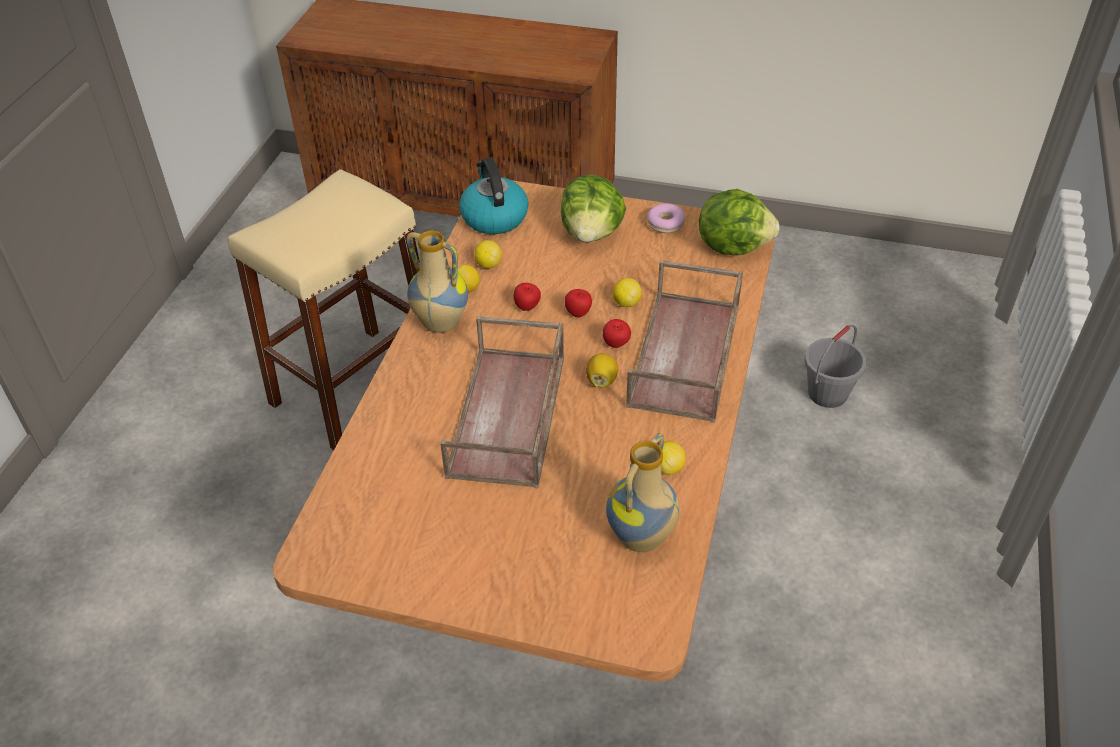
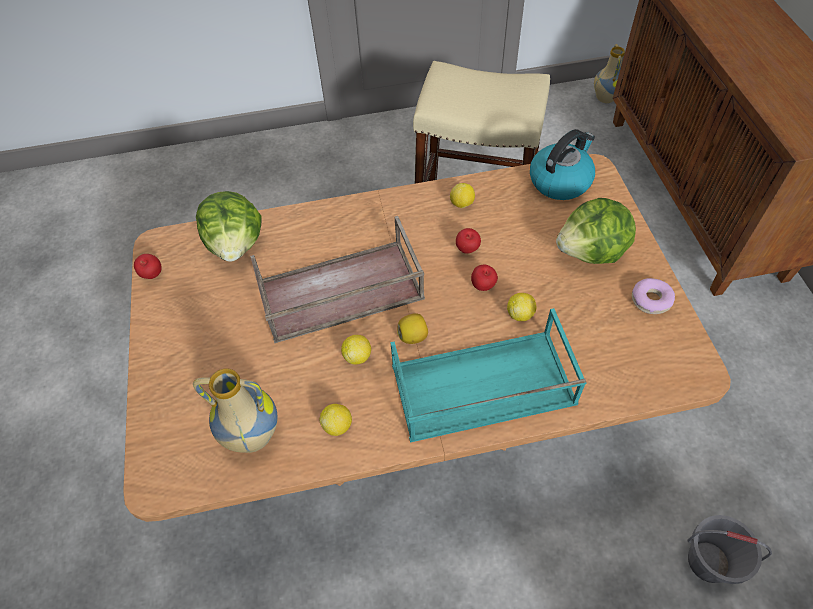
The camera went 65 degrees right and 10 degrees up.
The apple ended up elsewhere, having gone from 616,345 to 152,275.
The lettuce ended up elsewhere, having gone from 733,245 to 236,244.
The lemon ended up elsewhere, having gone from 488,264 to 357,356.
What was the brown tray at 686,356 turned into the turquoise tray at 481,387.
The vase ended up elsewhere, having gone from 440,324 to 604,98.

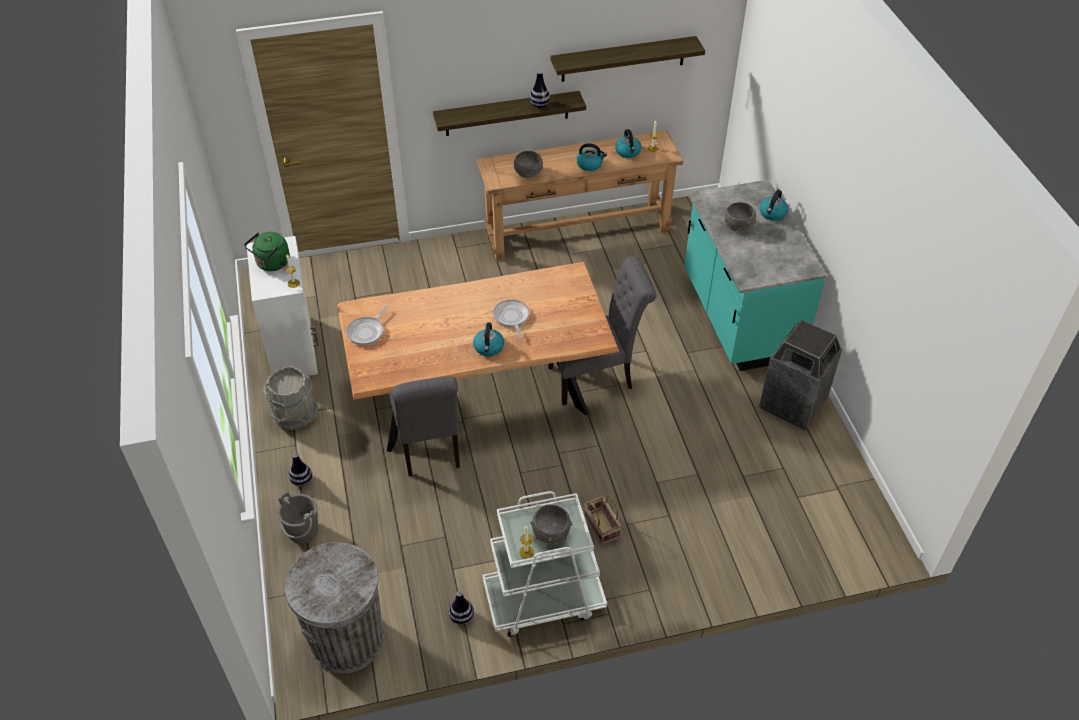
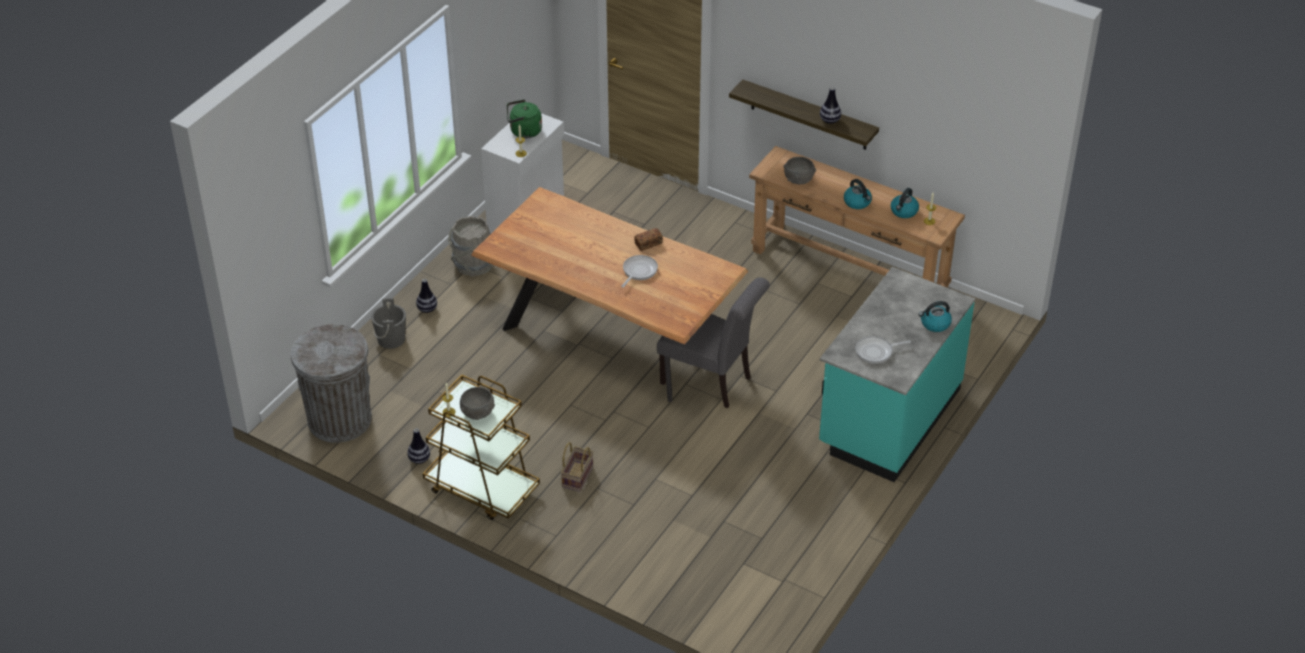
The camera went 45 degrees right and 5 degrees down.
What was the white cart at 543,599 turned into the brown cart at 481,488.
The second view gained the bread at 648,244.
The frying pan ended up elsewhere, having gone from 367,331 to 876,352.
The second view lost the grey chair at 429,446.
The second view lost the kettle at 489,348.
The second view lost the shelf at 623,59.
The second view lost the grey bowl at 738,226.
The second view lost the trash can at 793,404.

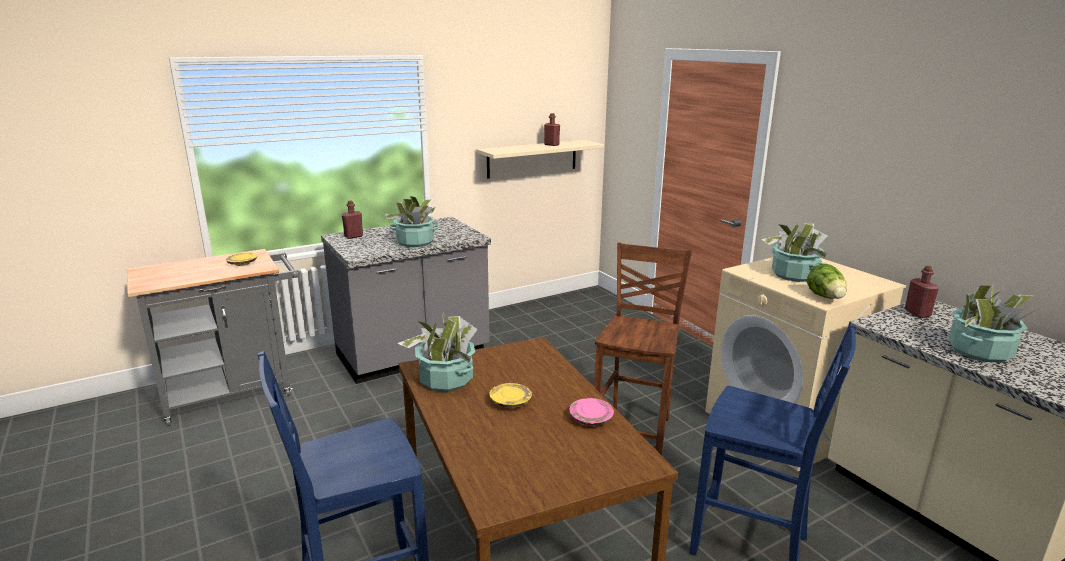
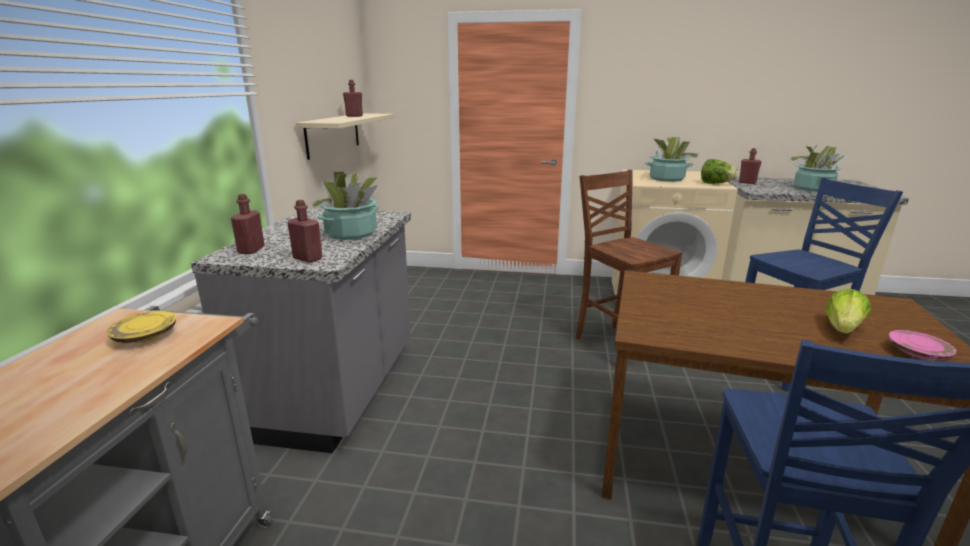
The camera went 50 degrees left and 0 degrees up.
The second view gained the red bottle at 307,258.
The second view gained the lettuce at 843,329.
The pink plate ended up elsewhere, having gone from 591,419 to 917,353.
The second view lost the potted plant at 446,379.
The second view lost the yellow plate at 510,402.

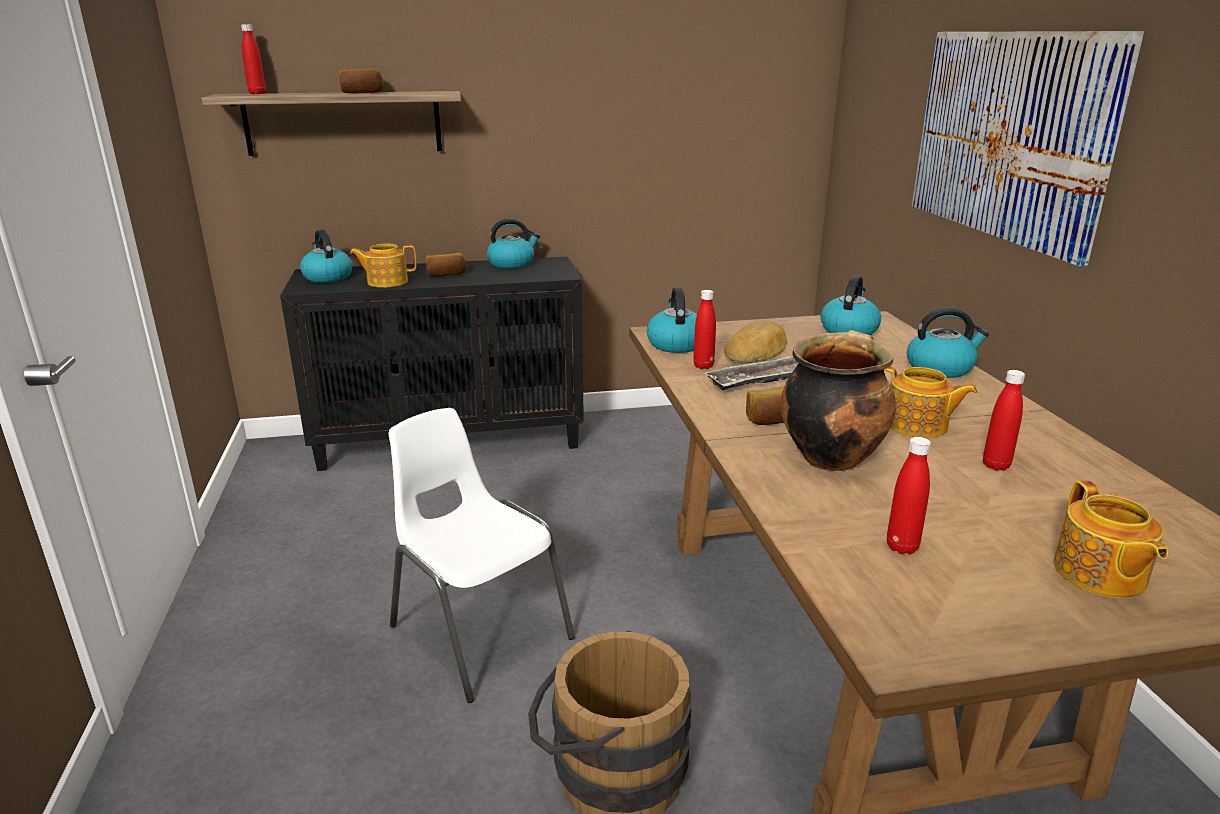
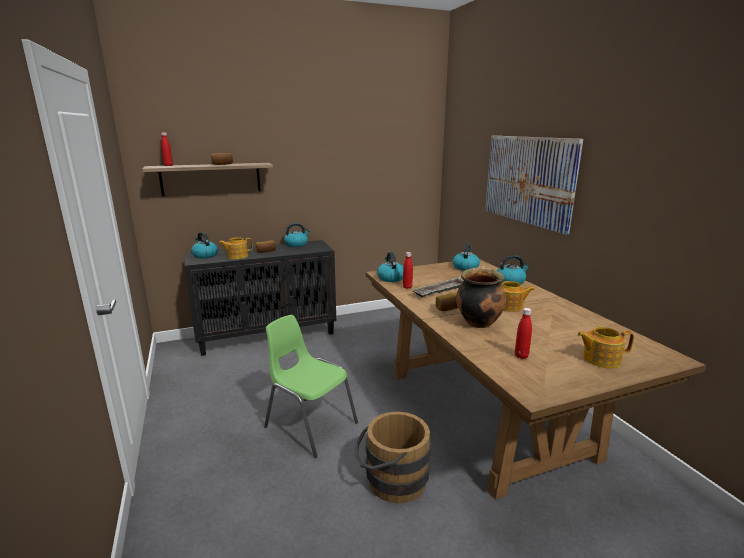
The camera went 10 degrees left and 5 degrees down.
What was the white chair at 478,631 turned into the green chair at 310,424.
The teapot at 1099,574 ended up facing another way, 105 degrees clockwise from before.
The second view lost the bread at 757,351.
The second view lost the red bottle at 996,465.

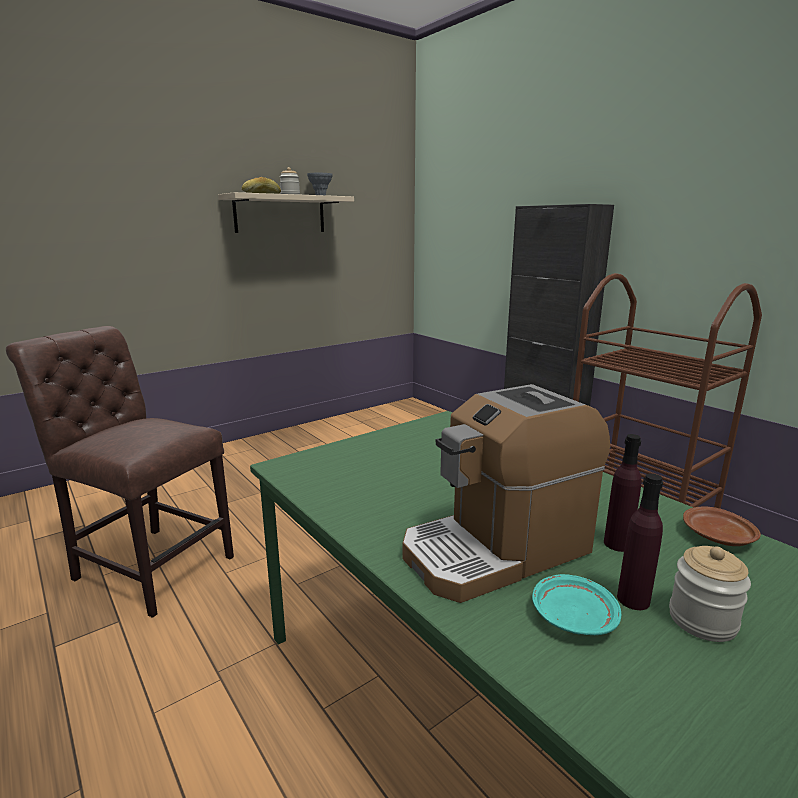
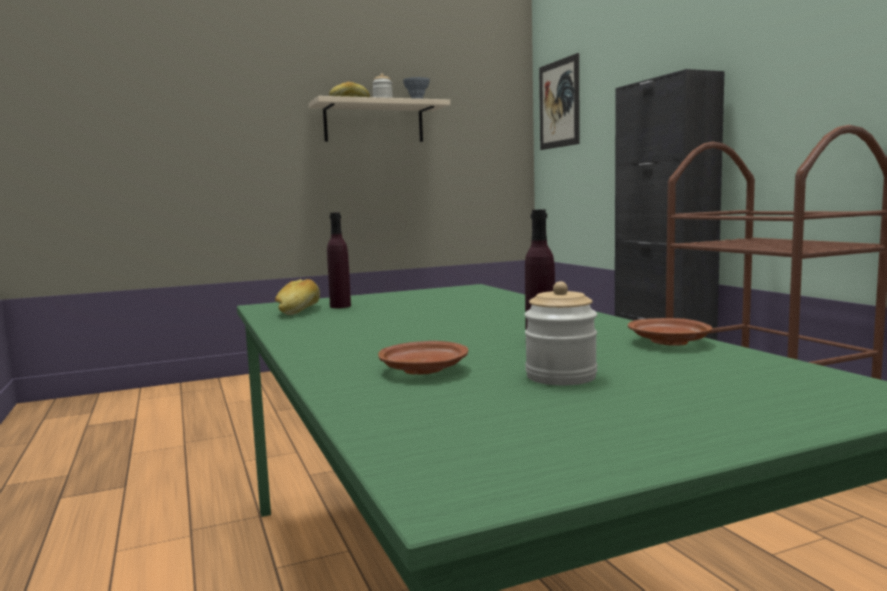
The camera went 15 degrees right and 10 degrees down.
The second view gained the bread at 299,310.
The purple bottle ended up elsewhere, having gone from 633,599 to 340,306.
What was the turquoise plate at 573,616 turned into the brown plate at 423,370.
The second view gained the picture at 559,104.
The second view lost the brown chair at 149,565.
The second view lost the coffee machine at 496,550.

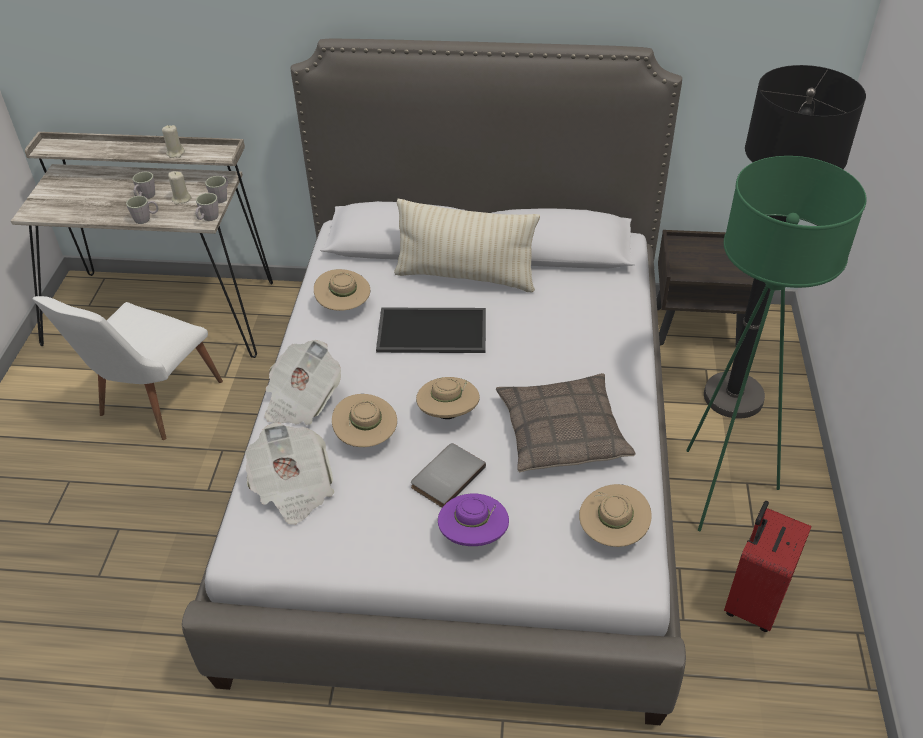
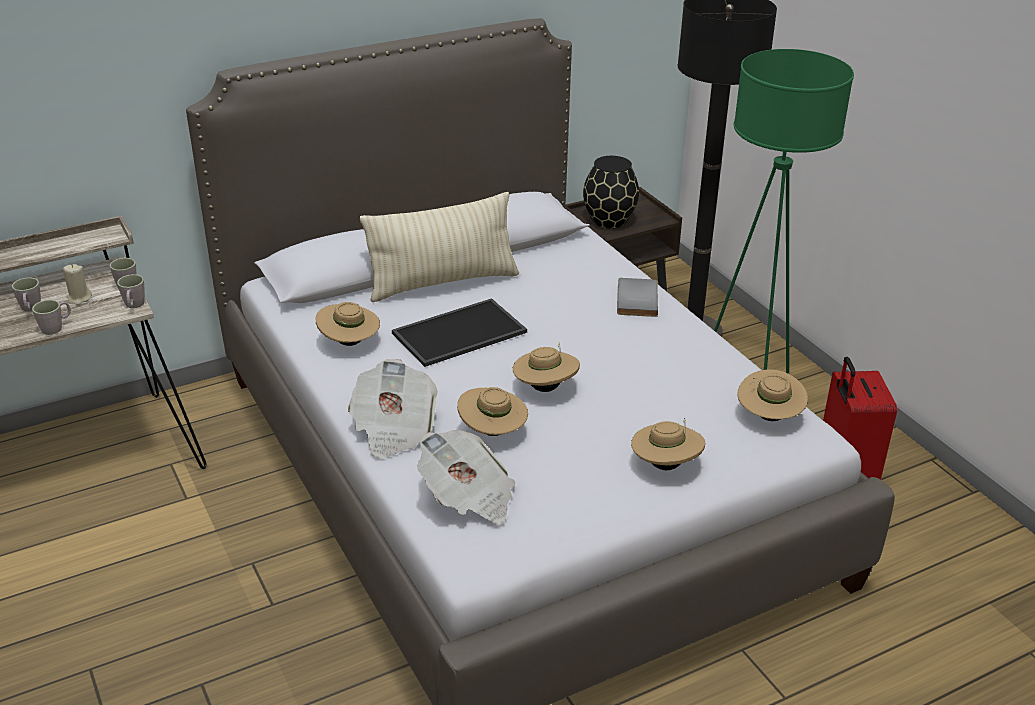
The camera went 35 degrees left and 10 degrees down.
The second view gained the black vase at 609,221.
The grey book ended up elsewhere, having gone from 446,476 to 635,299.
What was the purple hat at 473,535 turned into the beige hat at 665,465.
The second view lost the white chair at 151,405.
The second view lost the beige candle at 175,153.
The second view lost the pillow at 562,432.

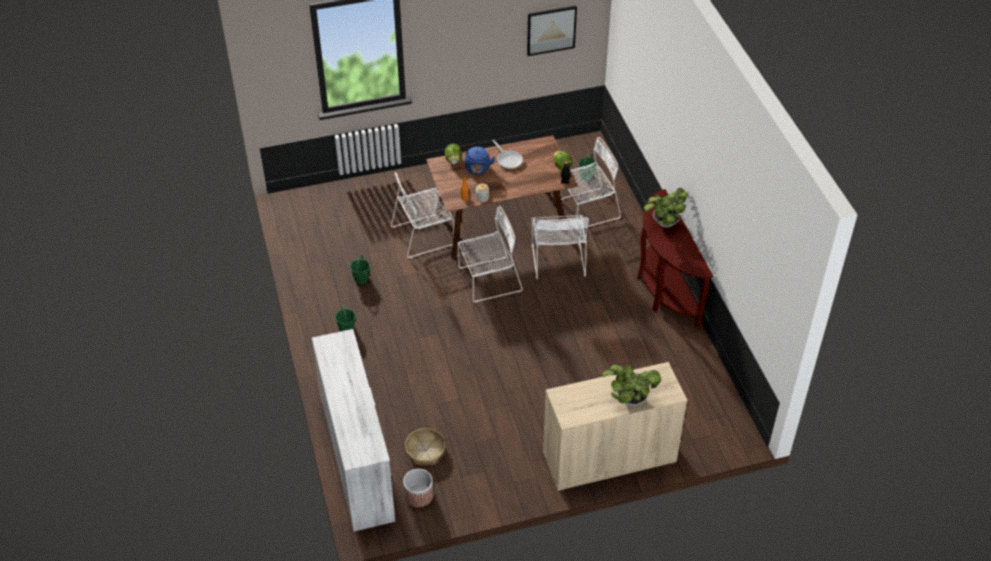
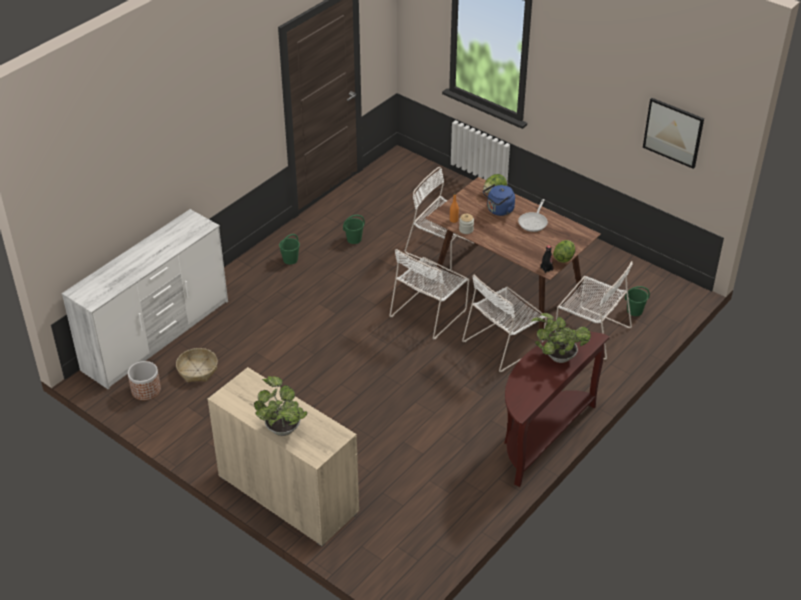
The camera went 55 degrees right and 5 degrees down.
The white chair at 488,280 ended up facing another way, 90 degrees clockwise from before.

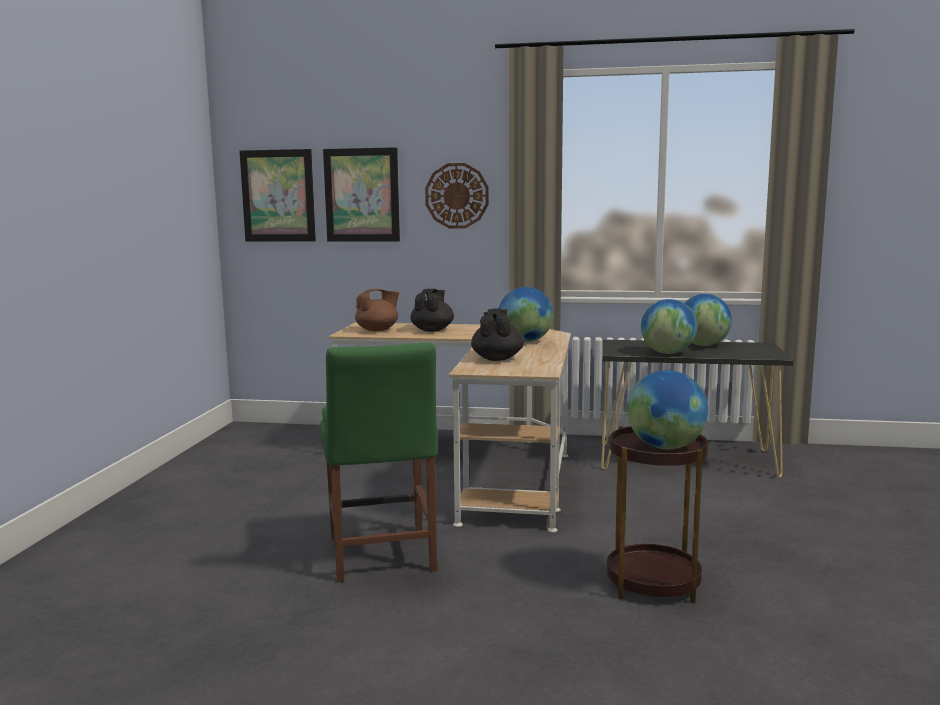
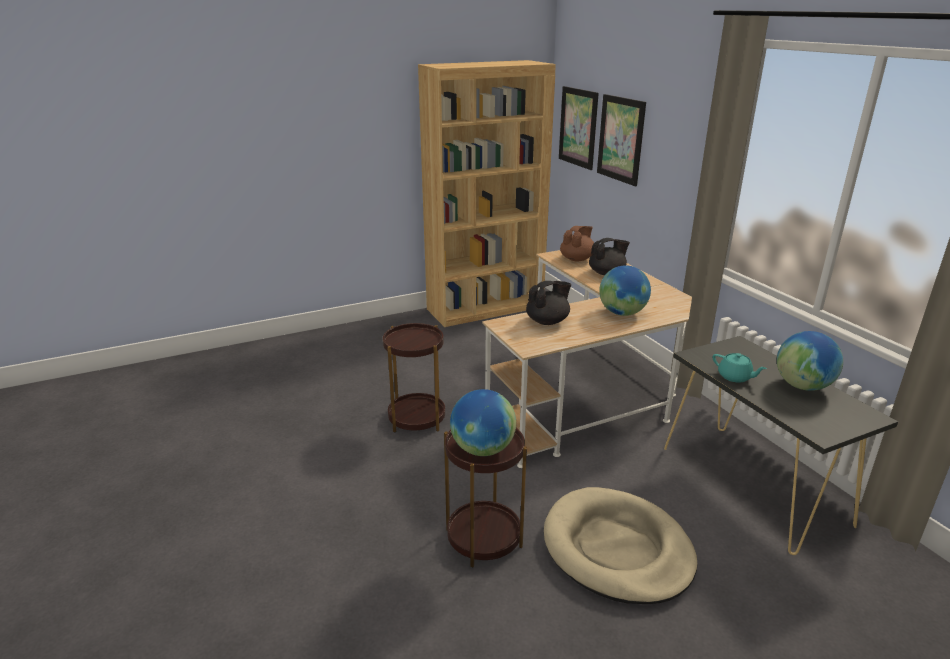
The camera went 55 degrees right and 15 degrees up.
Where the green chair stood at 381,556, the brown side table came to stand at 417,419.
The second view gained the brown bookcase at 485,308.
The second view gained the beige dog bed at 617,549.
The brown teapot at 378,330 ended up facing another way, 75 degrees counterclockwise from before.
Where the globe stood at 667,353, the turquoise teapot came to stand at 735,377.
The second view lost the wall clock at 457,196.

